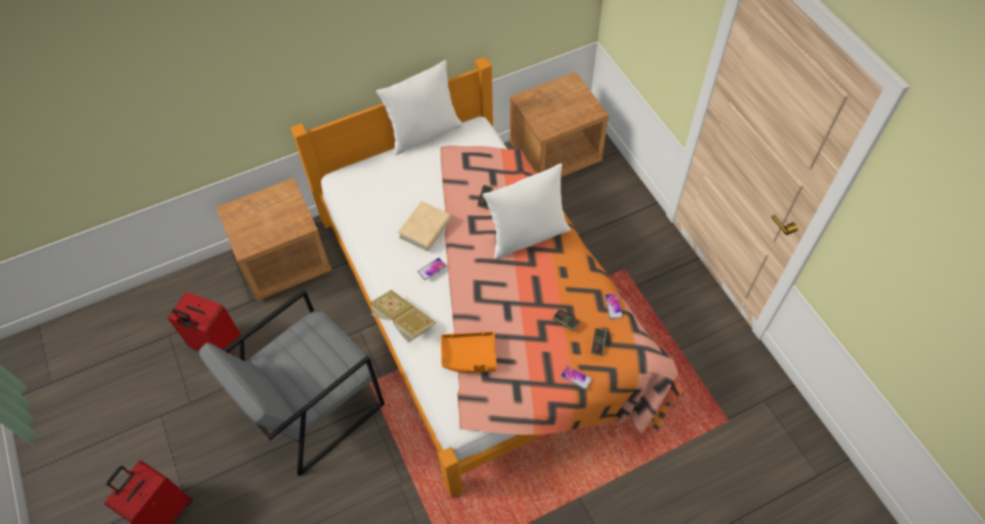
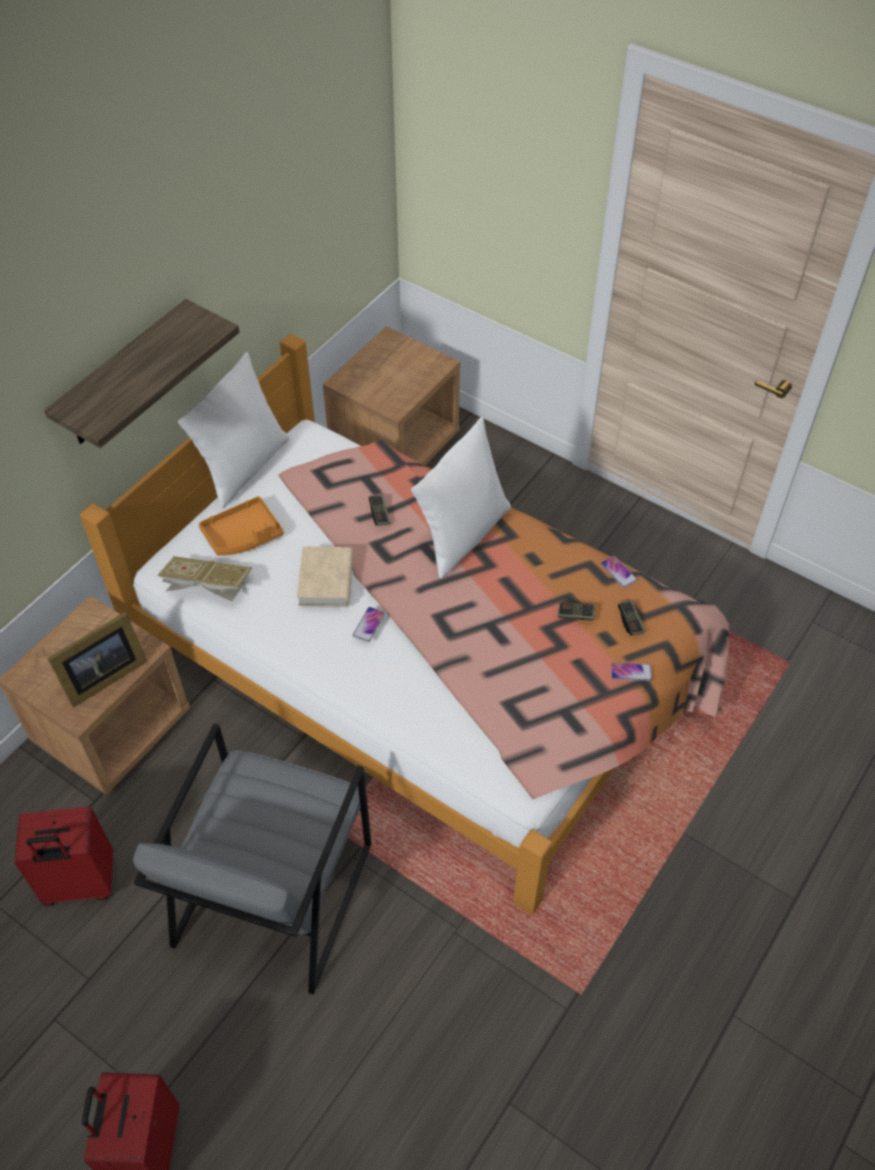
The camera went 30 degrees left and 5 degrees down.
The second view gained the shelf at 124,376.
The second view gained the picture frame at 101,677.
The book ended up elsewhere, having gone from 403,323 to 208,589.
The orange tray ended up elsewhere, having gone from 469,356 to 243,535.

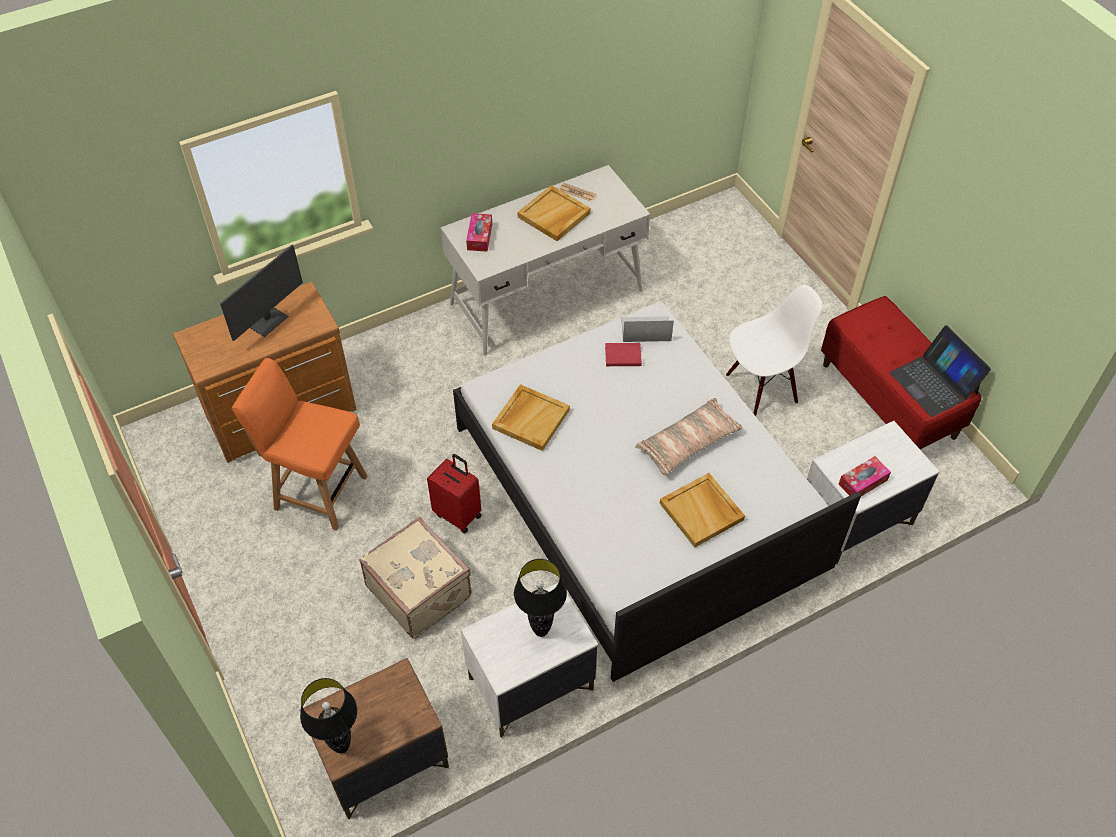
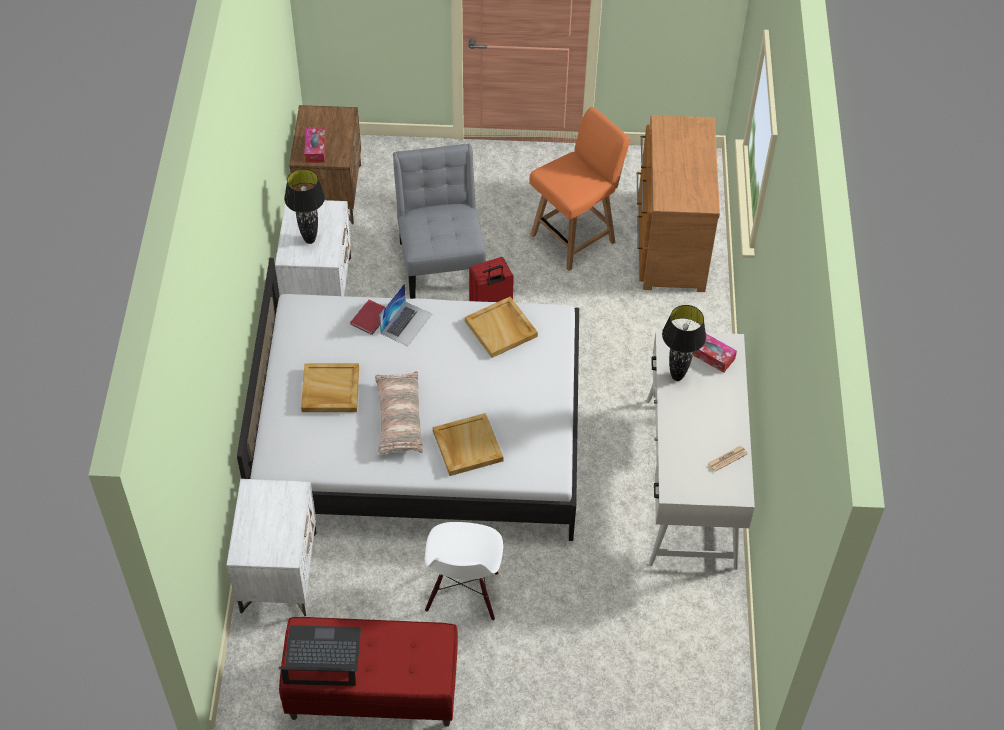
The camera went 120 degrees right and 0 degrees up.
The tissue box ended up elsewhere, having gone from 863,482 to 315,149.
The red book ended up elsewhere, having gone from 622,355 to 371,317.
The laptop ended up elsewhere, having gone from 645,329 to 406,323.
Where the beige suitcase stood at 420,590, the grey chair came to stand at 441,261.
The beige tray ended up elsewhere, having gone from 554,216 to 467,446.
The black table lamp ended up elsewhere, having gone from 342,747 to 676,377.
The second view lost the monitor at 267,321.

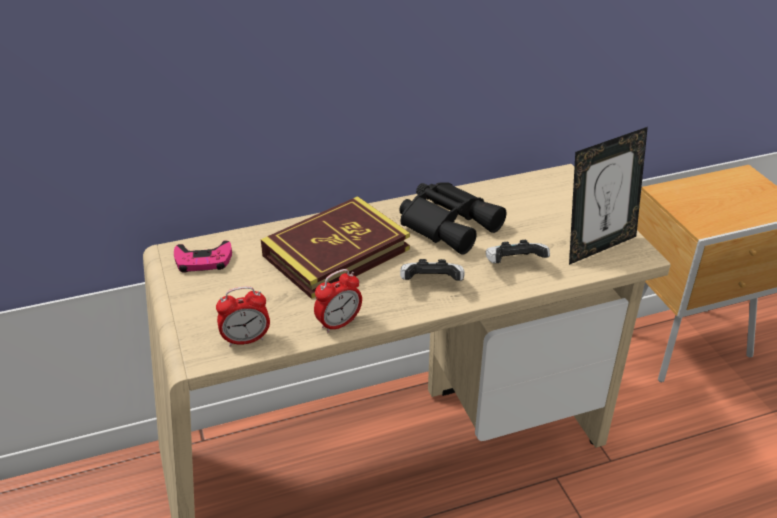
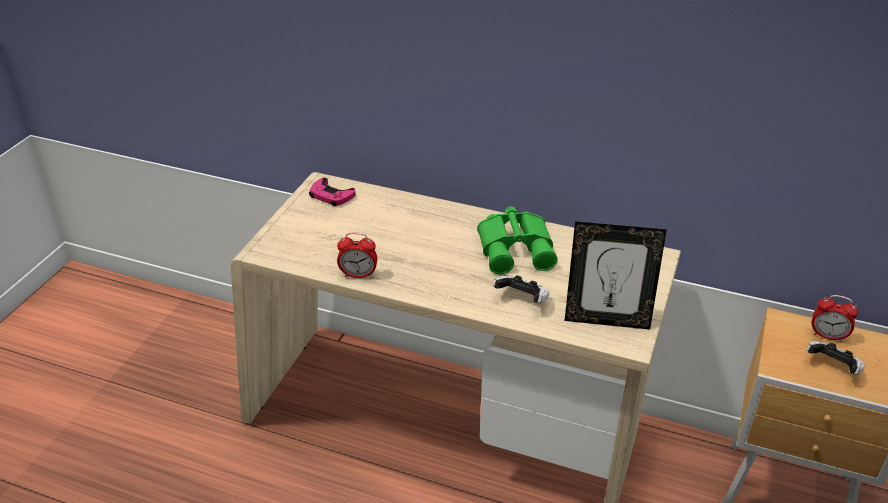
The camera went 40 degrees right and 0 degrees up.
What was the black binoculars at 449,223 turned into the green binoculars at 517,248.
The game controller ended up elsewhere, having gone from 431,284 to 832,367.
The alarm clock ended up elsewhere, having gone from 246,340 to 827,336.
The second view lost the book at 336,252.

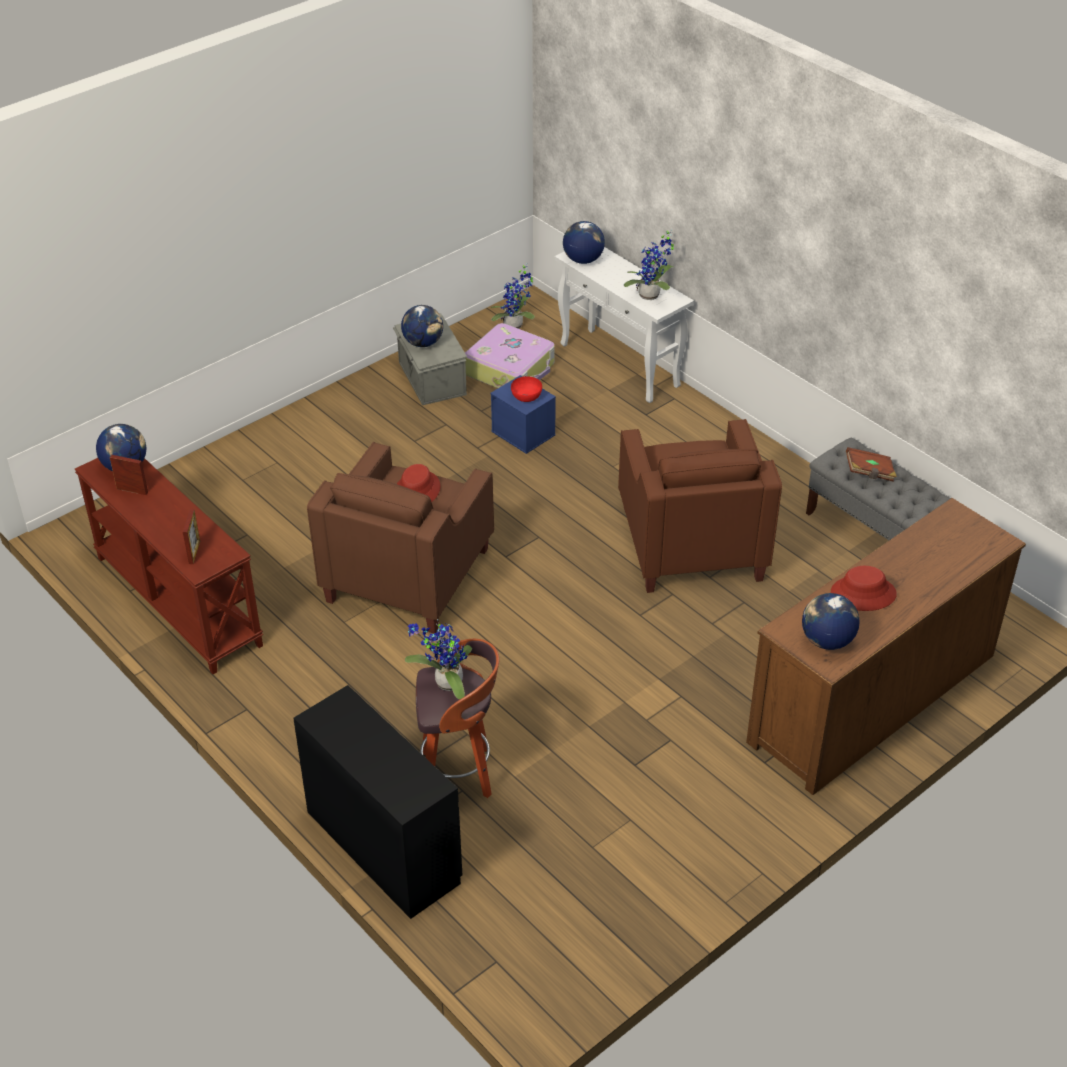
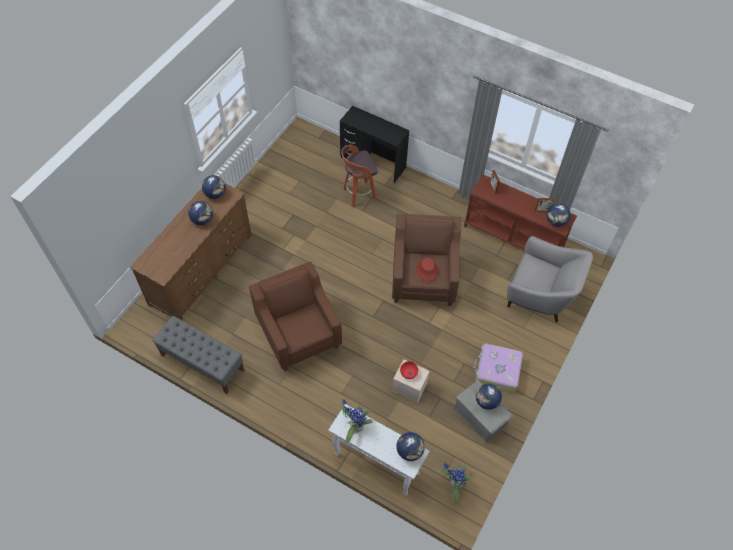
The camera went 160 degrees right and 15 degrees up.
Where the red hat stood at 863,594, the globe came to stand at 202,220.
What was the blue storage box at 524,433 turned into the beige storage box at 409,386.
The suitcase ended up elsewhere, having gone from 510,369 to 497,371.
The second view gained the grey armchair at 540,295.
The second view lost the potted plant at 445,683.
The second view lost the brown book at 869,473.

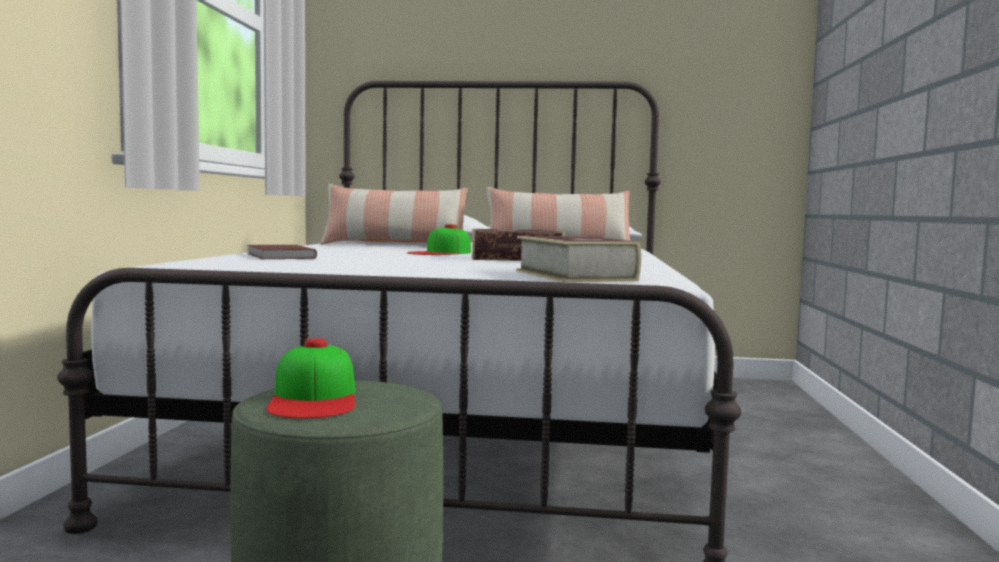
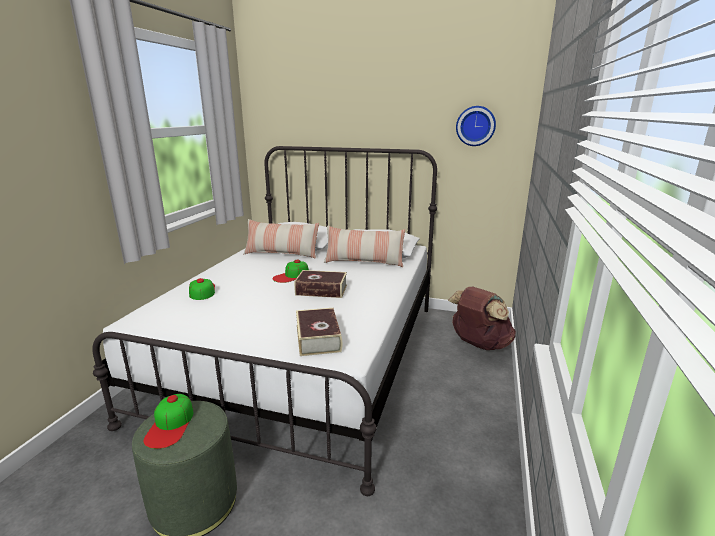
The camera went 10 degrees right and 15 degrees up.
Where the brown book stood at 278,256, the cap came to stand at 202,291.
The second view gained the brown backpack at 479,344.
The second view gained the wall clock at 475,126.

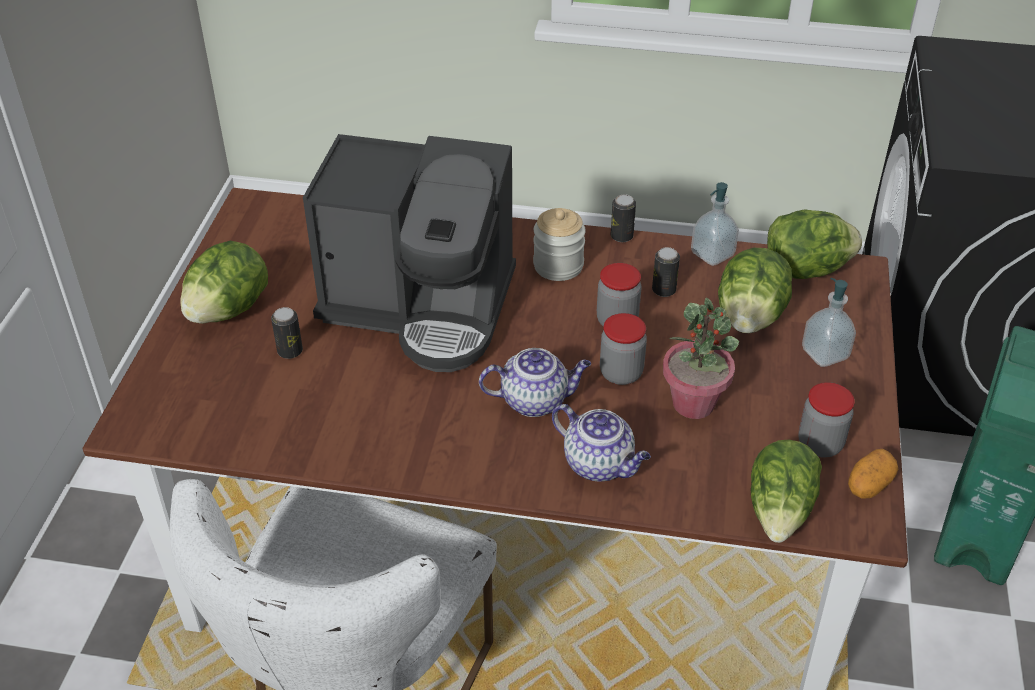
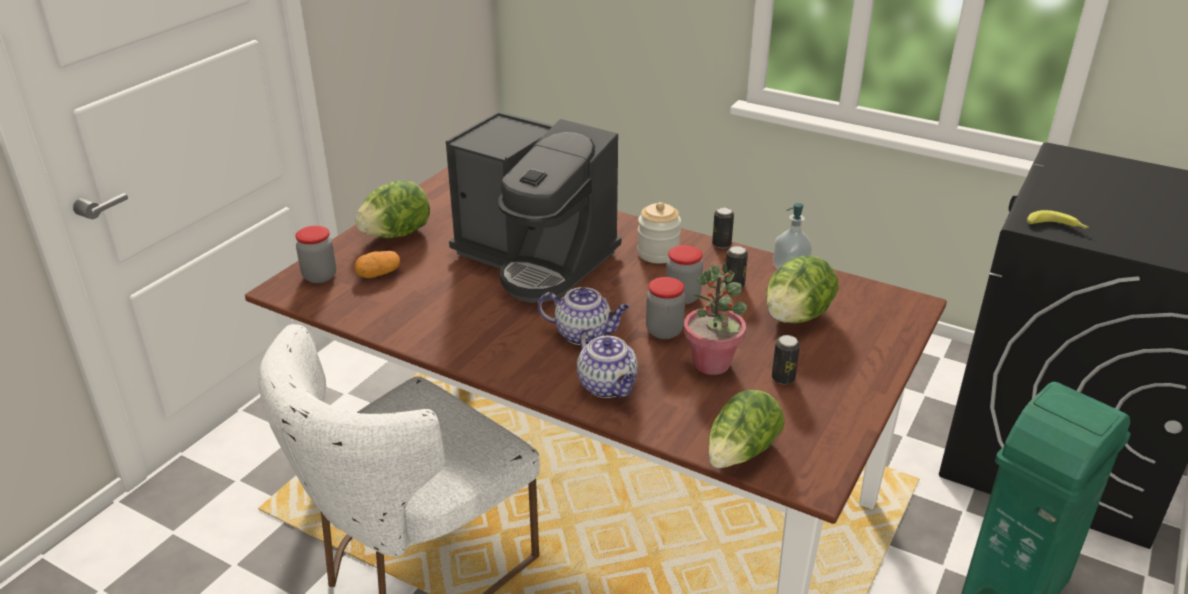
The camera went 20 degrees right and 10 degrees down.
The jar ended up elsewhere, having gone from 820,444 to 319,276.
The potato ended up elsewhere, having gone from 869,484 to 378,274.
The can ended up elsewhere, having gone from 290,351 to 783,378.
The second view gained the banana at 1056,227.
The second view lost the lettuce at 806,269.
The second view lost the soap dispenser at 825,354.

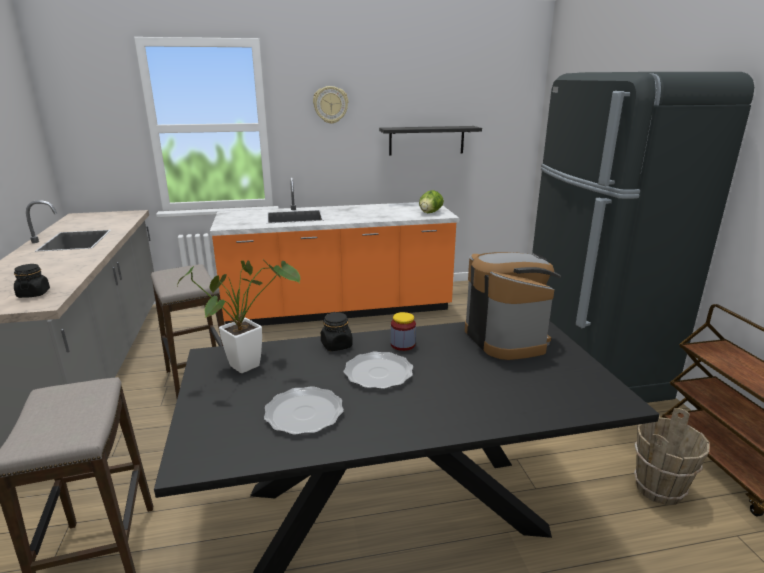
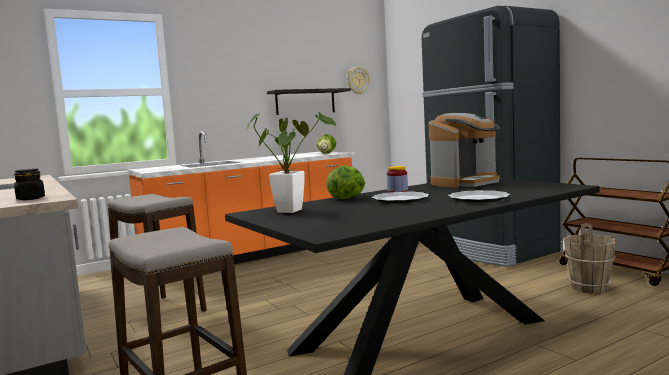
The camera went 20 degrees left and 15 degrees down.
Where the black jar stood at 336,345, the lettuce came to stand at 348,198.
The wall clock ended up elsewhere, having gone from 330,105 to 357,80.
The coffee machine at 506,338 ended up facing another way, 90 degrees clockwise from before.
The plate ended up elsewhere, having gone from 303,413 to 478,199.

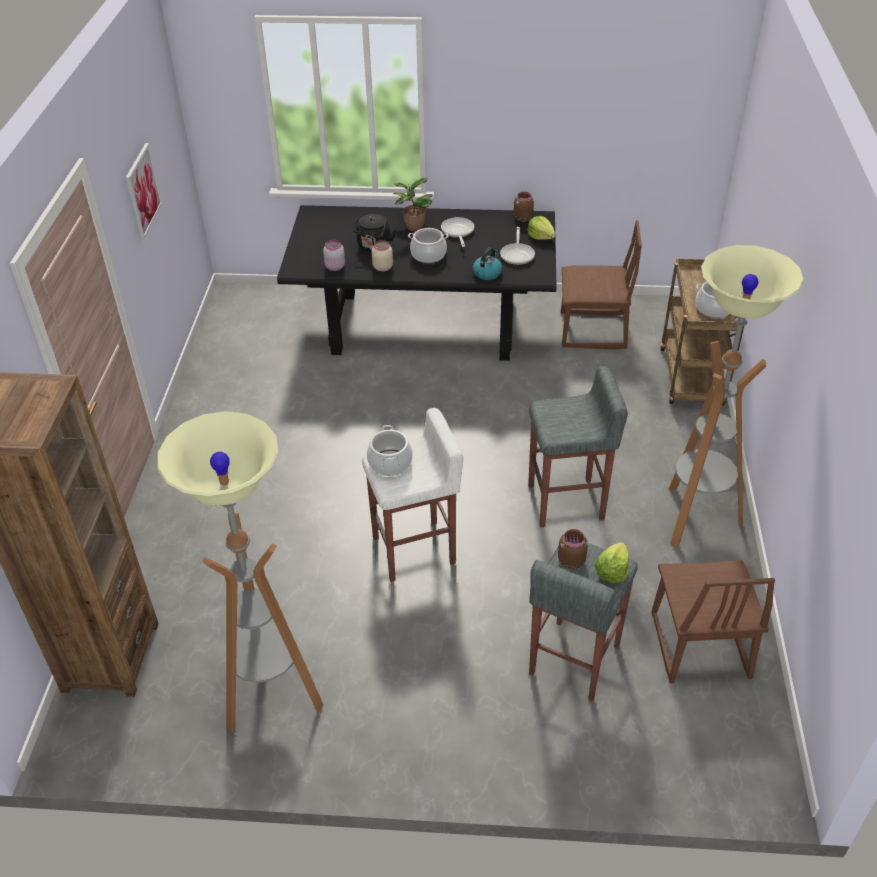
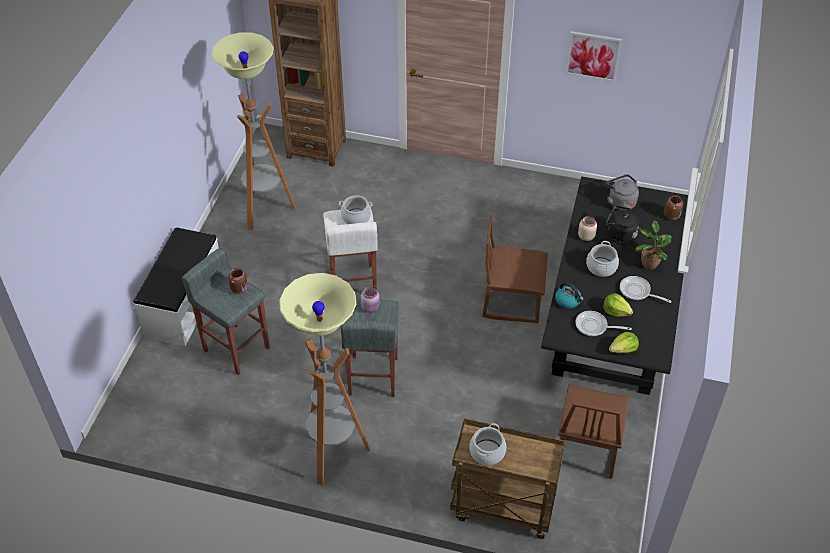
The camera went 100 degrees right and 5 degrees up.
The second view gained the white bench at 183,303.
The pink jar ended up elsewhere, having gone from 335,266 to 371,307.
The brown chair ended up elsewhere, having gone from 698,646 to 512,300.
The lettuce ended up elsewhere, having gone from 612,571 to 616,311.
The second view gained the grey kettle at 620,202.
The frying pan at 457,232 ended up facing another way, 150 degrees counterclockwise from before.
The brown jar ended up elsewhere, having gone from 522,218 to 671,215.

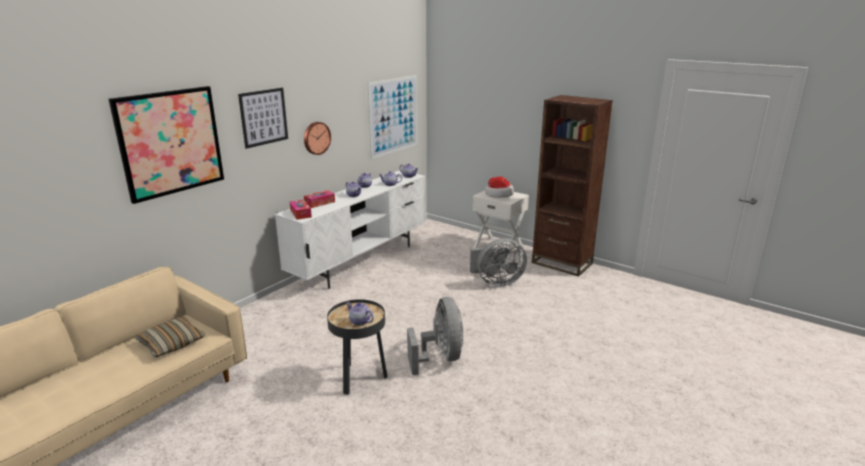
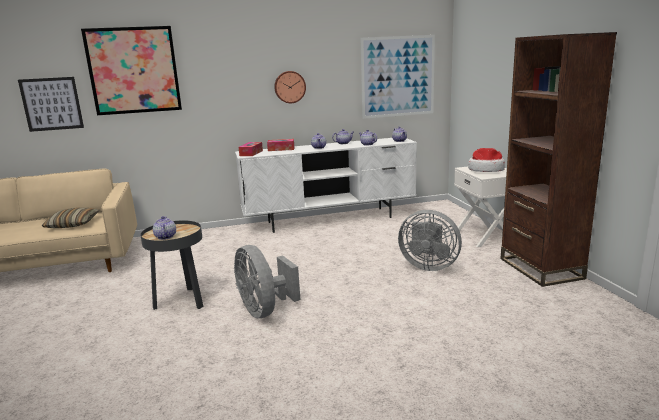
The camera went 40 degrees right and 5 degrees down.
The picture ended up elsewhere, having gone from 264,117 to 52,104.
The grey fan at 440,357 ended up facing another way, 120 degrees clockwise from before.

